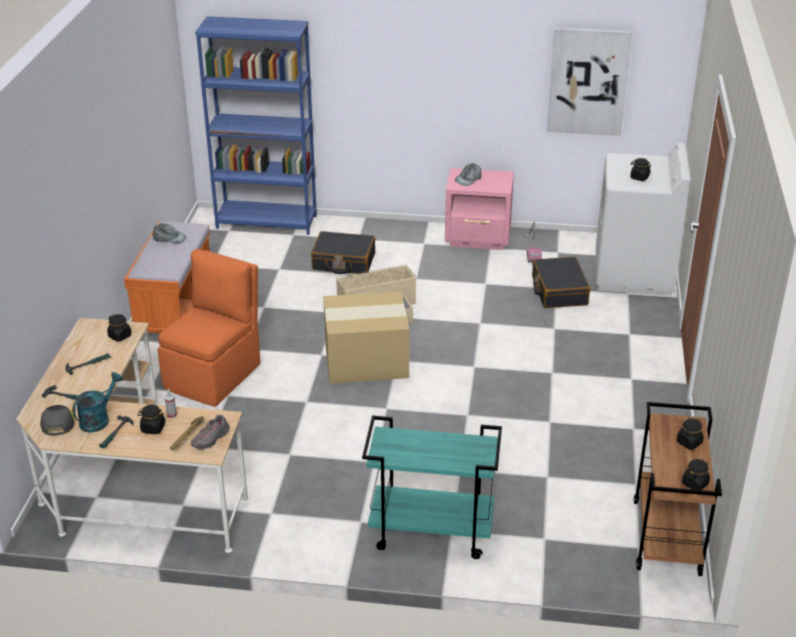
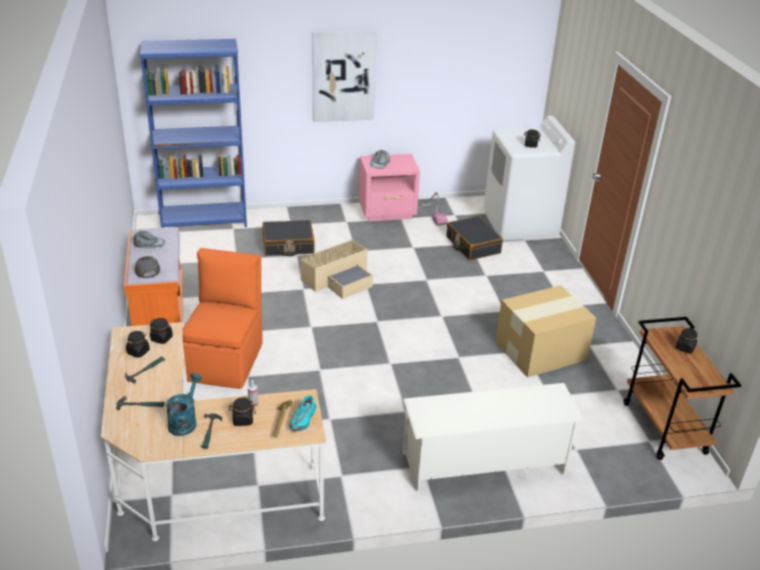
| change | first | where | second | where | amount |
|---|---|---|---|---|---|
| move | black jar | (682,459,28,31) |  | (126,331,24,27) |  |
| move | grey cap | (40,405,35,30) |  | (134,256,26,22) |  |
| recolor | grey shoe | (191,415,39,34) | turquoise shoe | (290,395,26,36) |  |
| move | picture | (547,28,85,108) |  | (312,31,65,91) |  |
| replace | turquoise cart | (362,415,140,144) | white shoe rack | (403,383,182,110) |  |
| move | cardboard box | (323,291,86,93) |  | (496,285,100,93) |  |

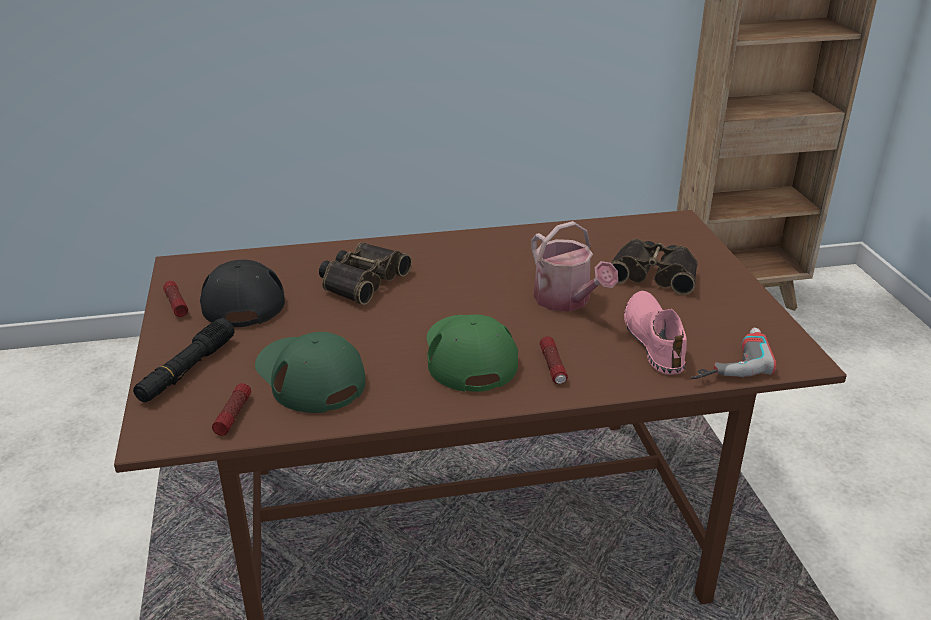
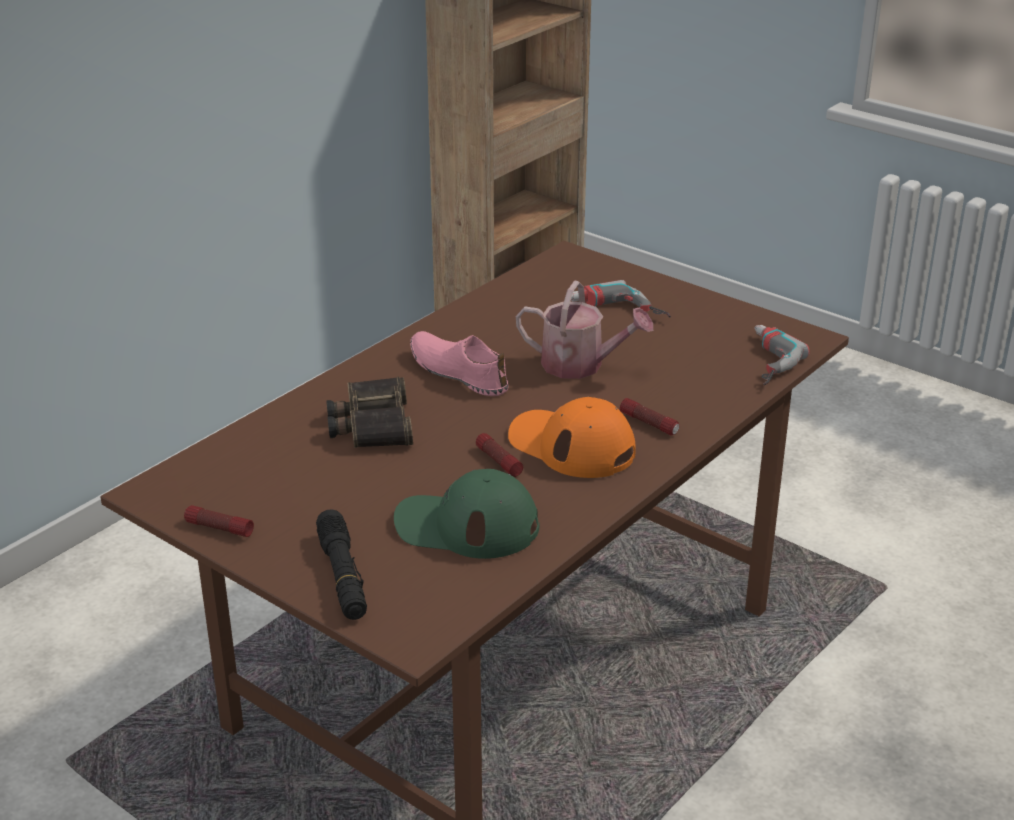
| change | first | where | second | where | amount |
|---|---|---|---|---|---|
| move | pink shoe | (624,291,63,84) |  | (410,331,99,65) |  |
| move | flashlight | (212,383,39,53) |  | (476,433,47,44) |  |
| recolor | green cap | (427,314,91,78) | orange cap | (508,397,128,81) |  |
| replace | binoculars | (611,239,87,56) | power drill | (571,280,100,38) |  |
| delete | black cap | (200,260,85,67) |  |  |  |

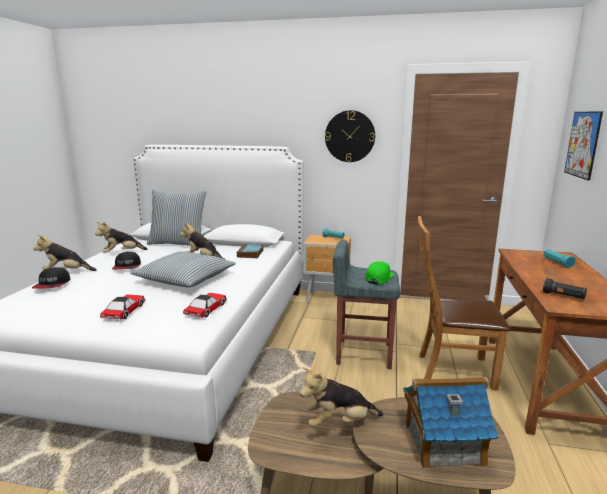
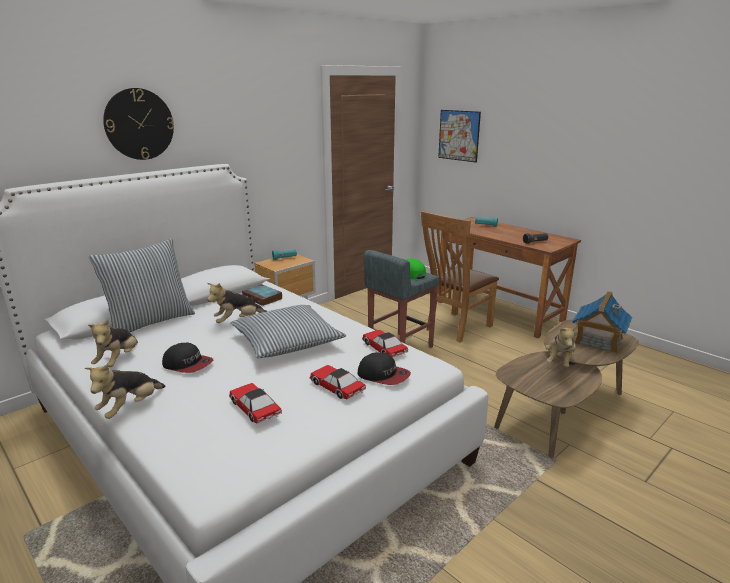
| change | first | where | second | where | amount |
|---|---|---|---|---|---|
| move | wall clock | (325,110,50,52) |  | (103,88,71,72) |  |
| insert |  |  | toy car | (229,383,53,41) |  |
| move | cap | (32,267,38,22) |  | (358,352,53,33) |  |

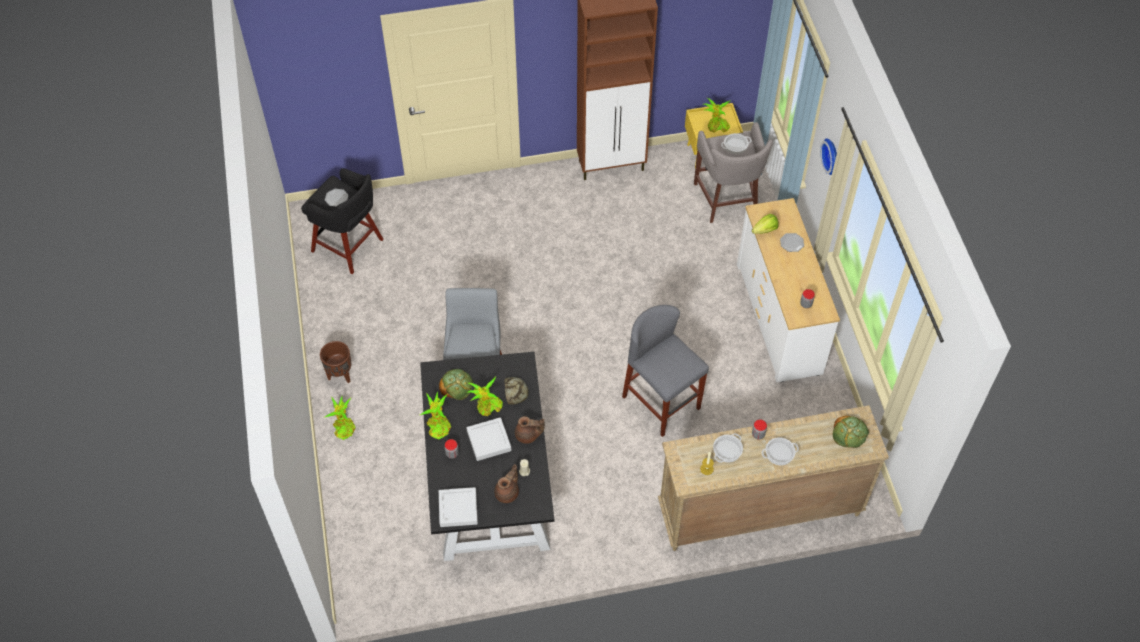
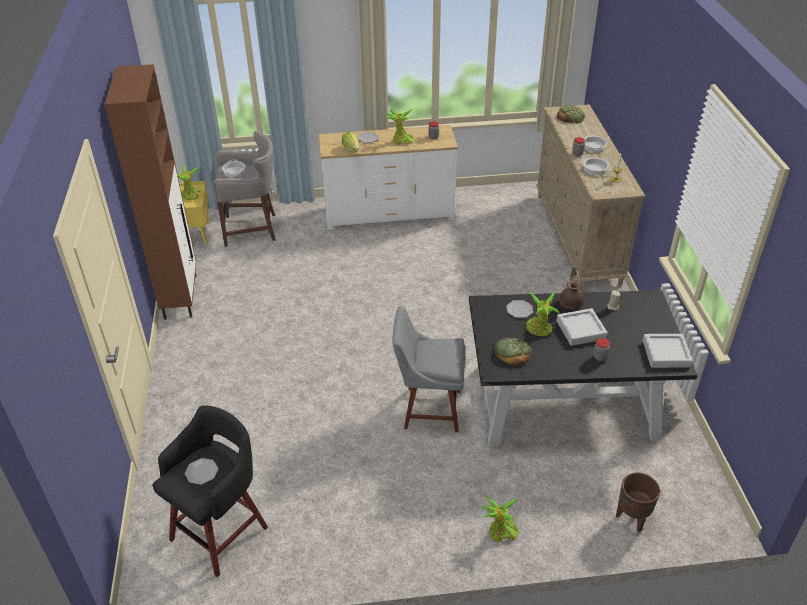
| change | first | where | second | where | amount |
|---|---|---|---|---|---|
| move | potted plant | (420,391,31,49) |  | (385,109,30,36) |  |
| replace | bread | (504,377,25,28) | plate | (506,300,27,18) |  |
| move | brown planter | (320,341,31,42) |  | (616,472,44,60) |  |
| delete | brown teapot | (494,464,25,39) |  |  |  |
| delete | grey stool | (622,305,87,132) |  |  |  |
| delete | wall clock | (820,138,17,37) |  |  |  |

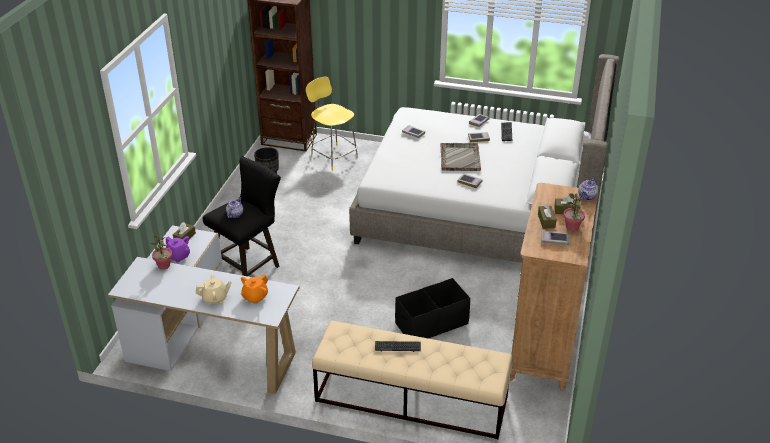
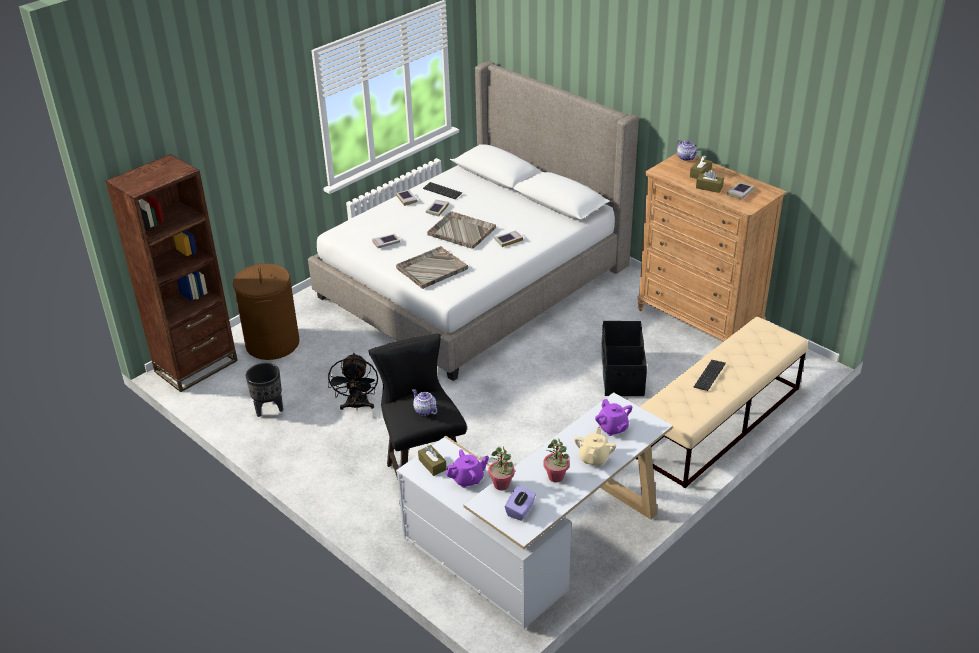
| change | first | where | second | where | amount |
|---|---|---|---|---|---|
| replace | yellow stool | (306,77,52,94) | brown laundry basket | (233,263,66,97) |  |
| insert |  |  | black fan | (328,353,50,58) |  |
| insert |  |  | grey tray | (396,246,72,43) |  |
| insert |  |  | purple tissue box | (505,485,31,36) |  |
| move | potted plant | (563,193,22,38) |  | (543,439,26,43) |  |
| recolor | orange teapot | (241,274,27,30) | purple teapot | (595,399,37,37) |  |

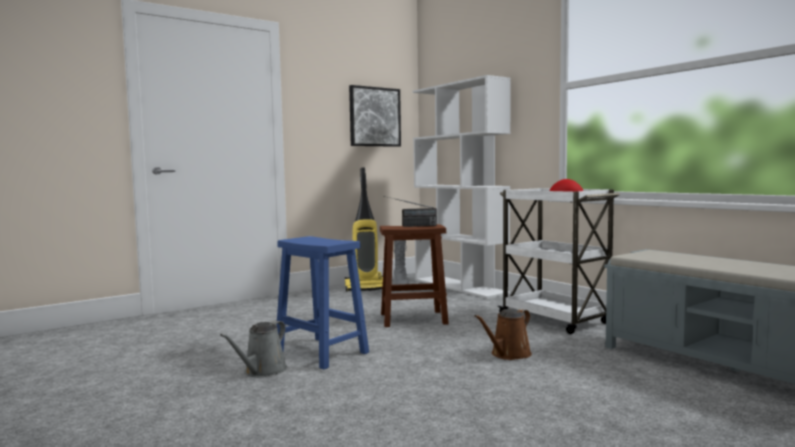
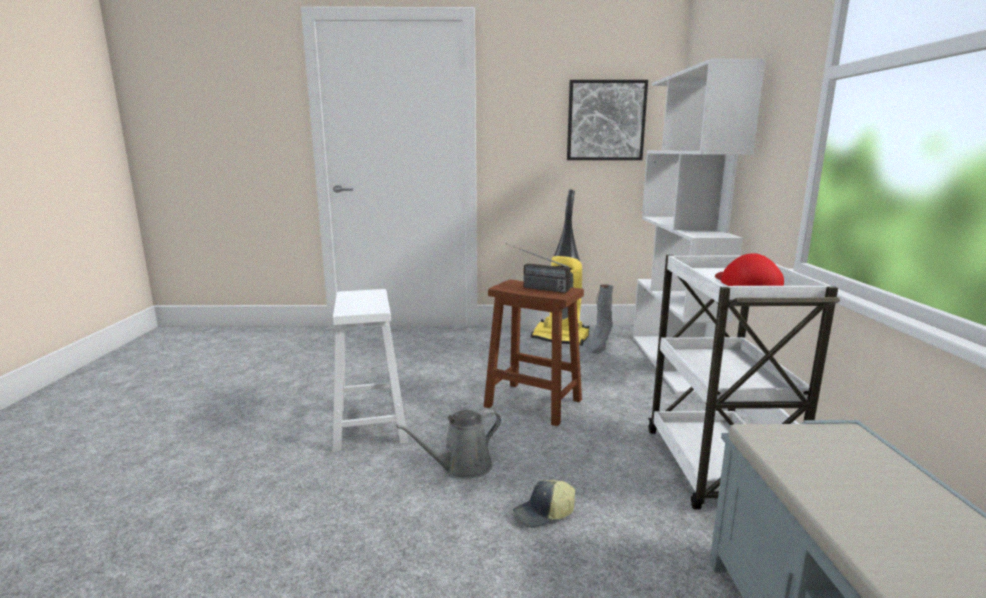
| change | first | where | second | where | amount |
|---|---|---|---|---|---|
| recolor | blue stool | (276,236,93,133) | white stool | (333,289,75,163) |  |
| move | grey watering can | (220,321,67,56) |  | (396,409,105,69) |  |
| replace | brown watering can | (474,309,58,51) | cap | (513,480,62,48) |  |

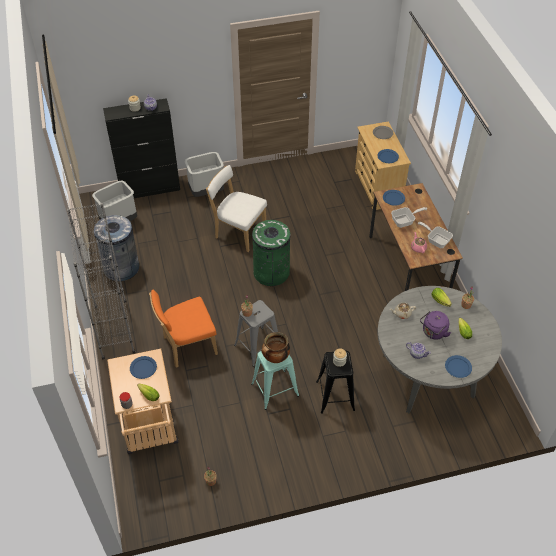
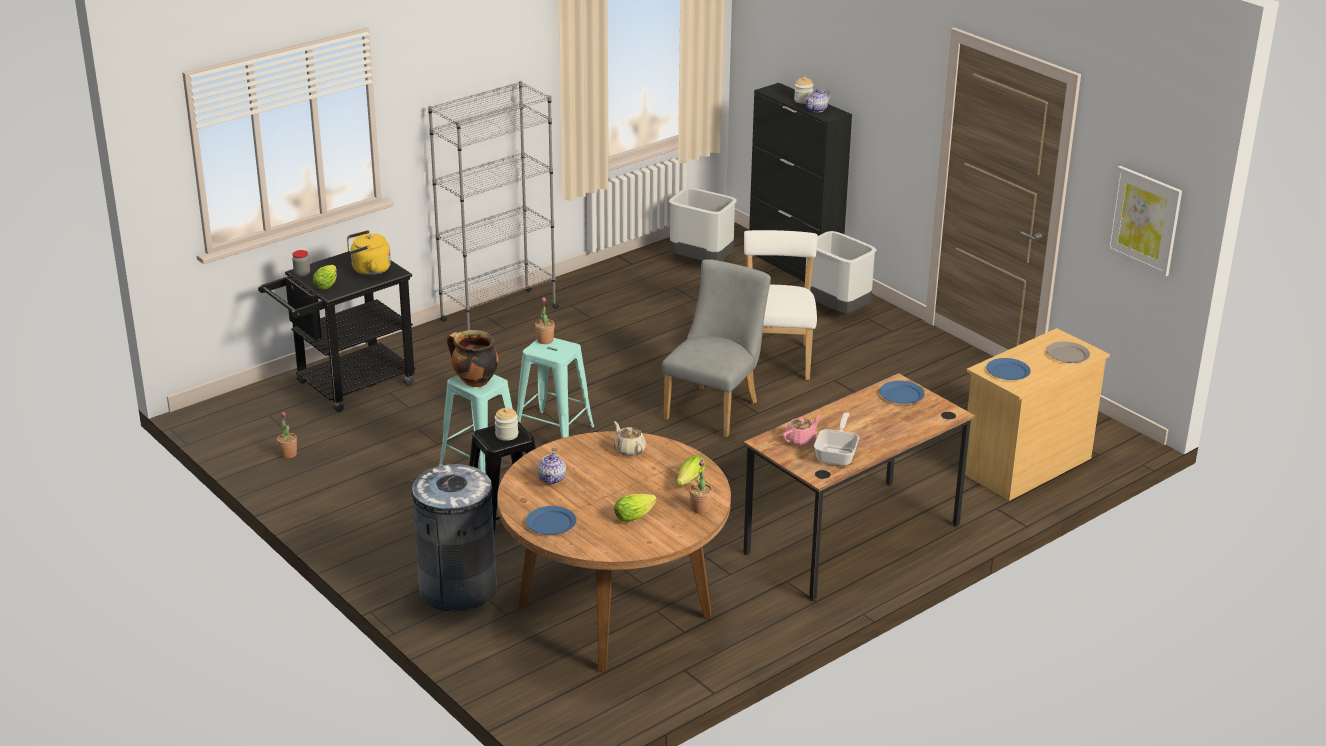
| change | first | where | second | where | amount |
|---|---|---|---|---|---|
| recolor | beige cart | (107,349,71,105) | black cart | (258,252,158,160) |  |
| replace | blue plate | (130,356,27,23) | yellow kettle | (347,230,44,46) |  |
| move | grey trash can | (94,215,45,66) |  | (411,464,86,147) |  |
| recolor | grey dining table | (377,286,125,128) | brown dining table | (497,431,234,241) |  |
| recolor | grey stool | (234,300,44,67) | turquoise stool | (517,338,78,100) |  |
| replace | green trash can | (252,220,39,66) | grey chair | (662,259,109,178) |  |
| insert |  |  | picture | (1106,166,76,111) |  |
| delete | orange chair | (149,289,69,79) |  |  |  |
| delete | frying pan | (391,207,36,21) |  |  |  |
| delete | purple kettle | (420,311,31,28) |  |  |  |

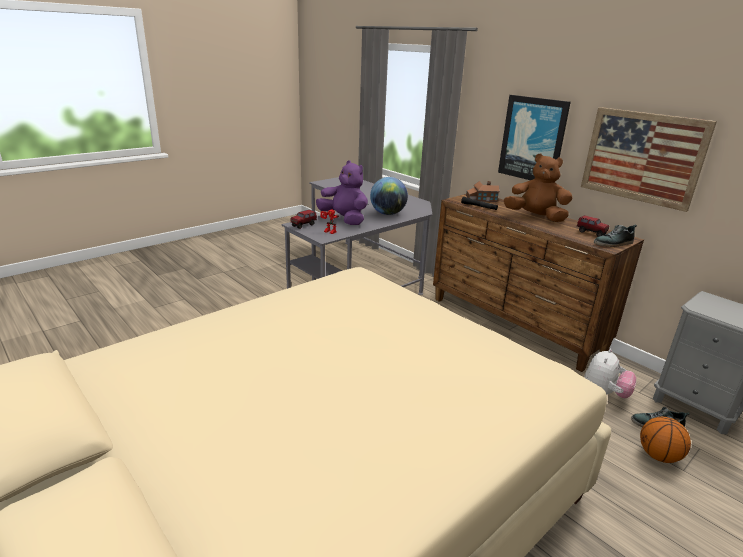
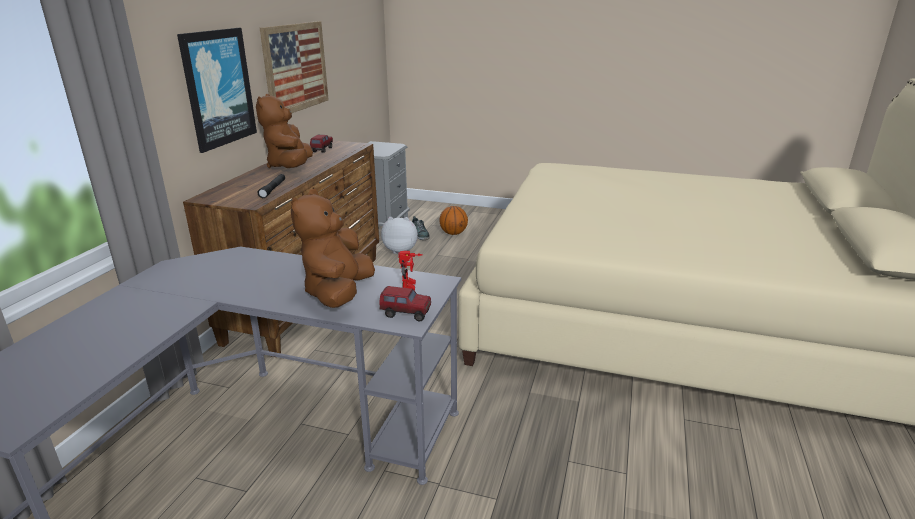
| change | first | where | second | where | amount |
|---|---|---|---|---|---|
| recolor | purple plush toy | (316,161,52,64) | brown plush toy | (291,189,84,119) |  |
| delete | globe | (370,177,38,38) |  |  |  |
| delete | toy house | (466,181,34,21) |  |  |  |
| delete | shoe | (594,225,43,22) |  |  |  |

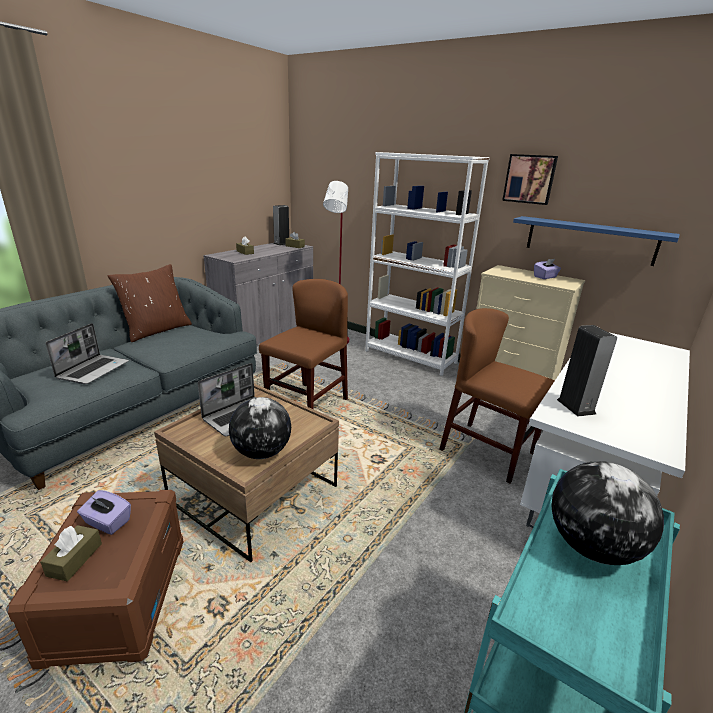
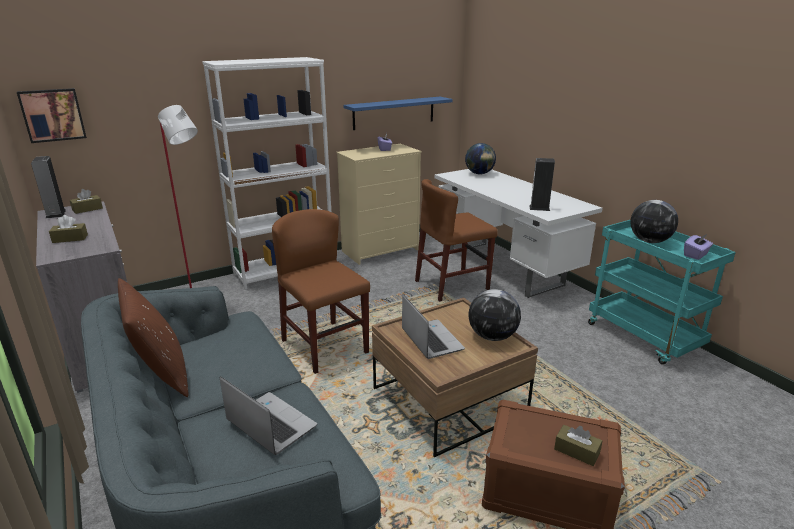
| change | first | where | second | where | amount |
|---|---|---|---|---|---|
| move | picture | (502,154,56,51) |  | (17,88,70,55) |  |
| insert |  |  | globe | (465,143,31,32) |  |
| move | purple tissue box | (77,490,54,45) |  | (684,234,29,26) |  |

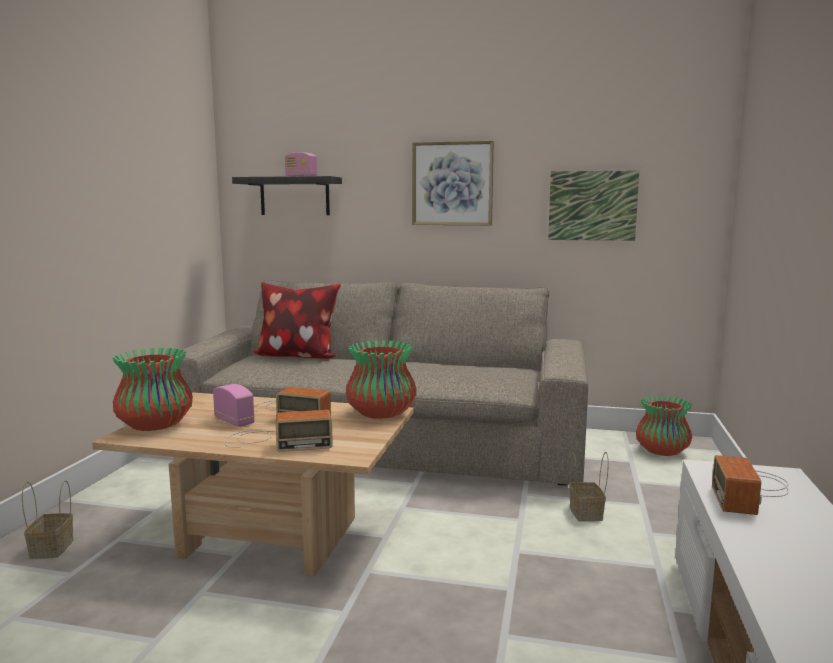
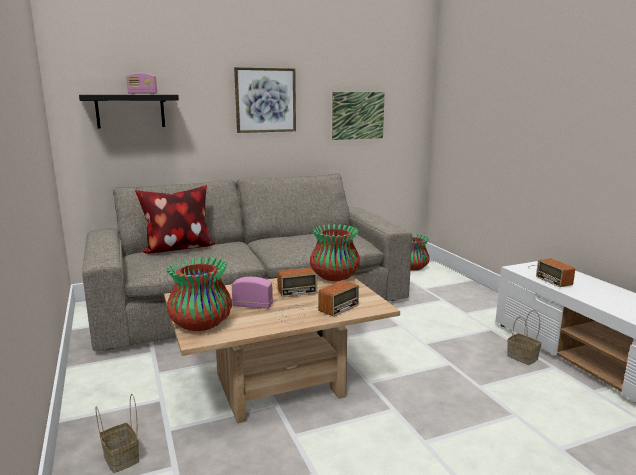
| change | first | where | second | where | amount |
|---|---|---|---|---|---|
| move | basket | (569,452,40,70) |  | (507,310,34,55) |  |

